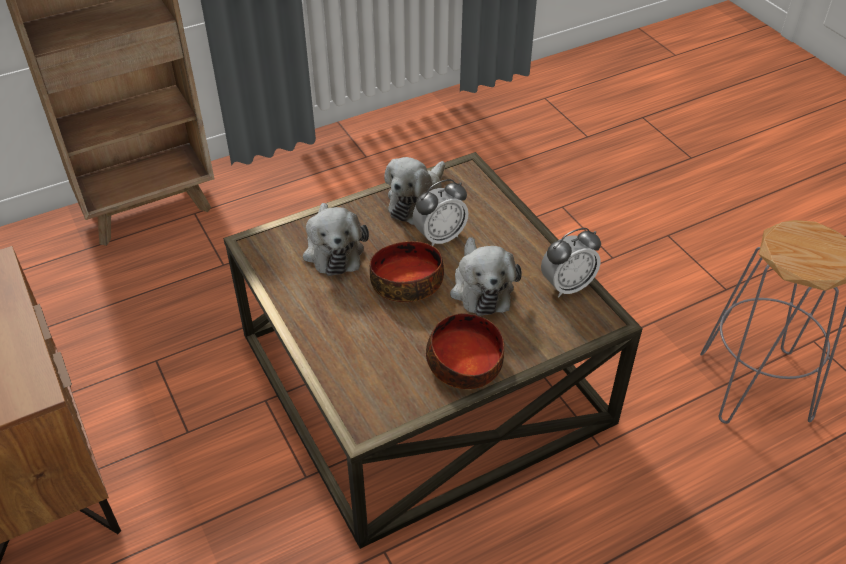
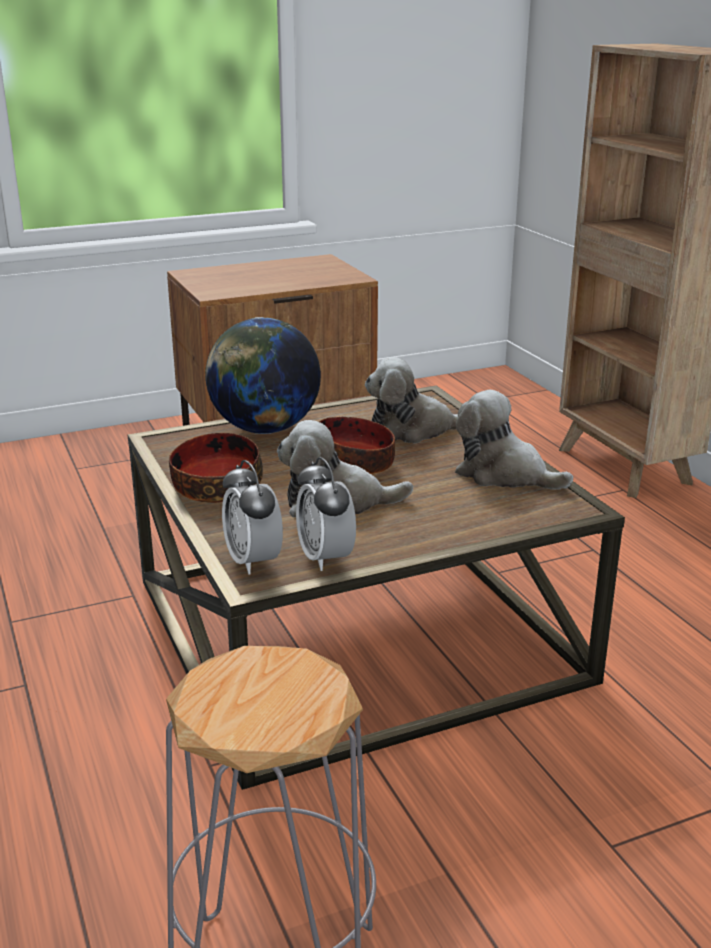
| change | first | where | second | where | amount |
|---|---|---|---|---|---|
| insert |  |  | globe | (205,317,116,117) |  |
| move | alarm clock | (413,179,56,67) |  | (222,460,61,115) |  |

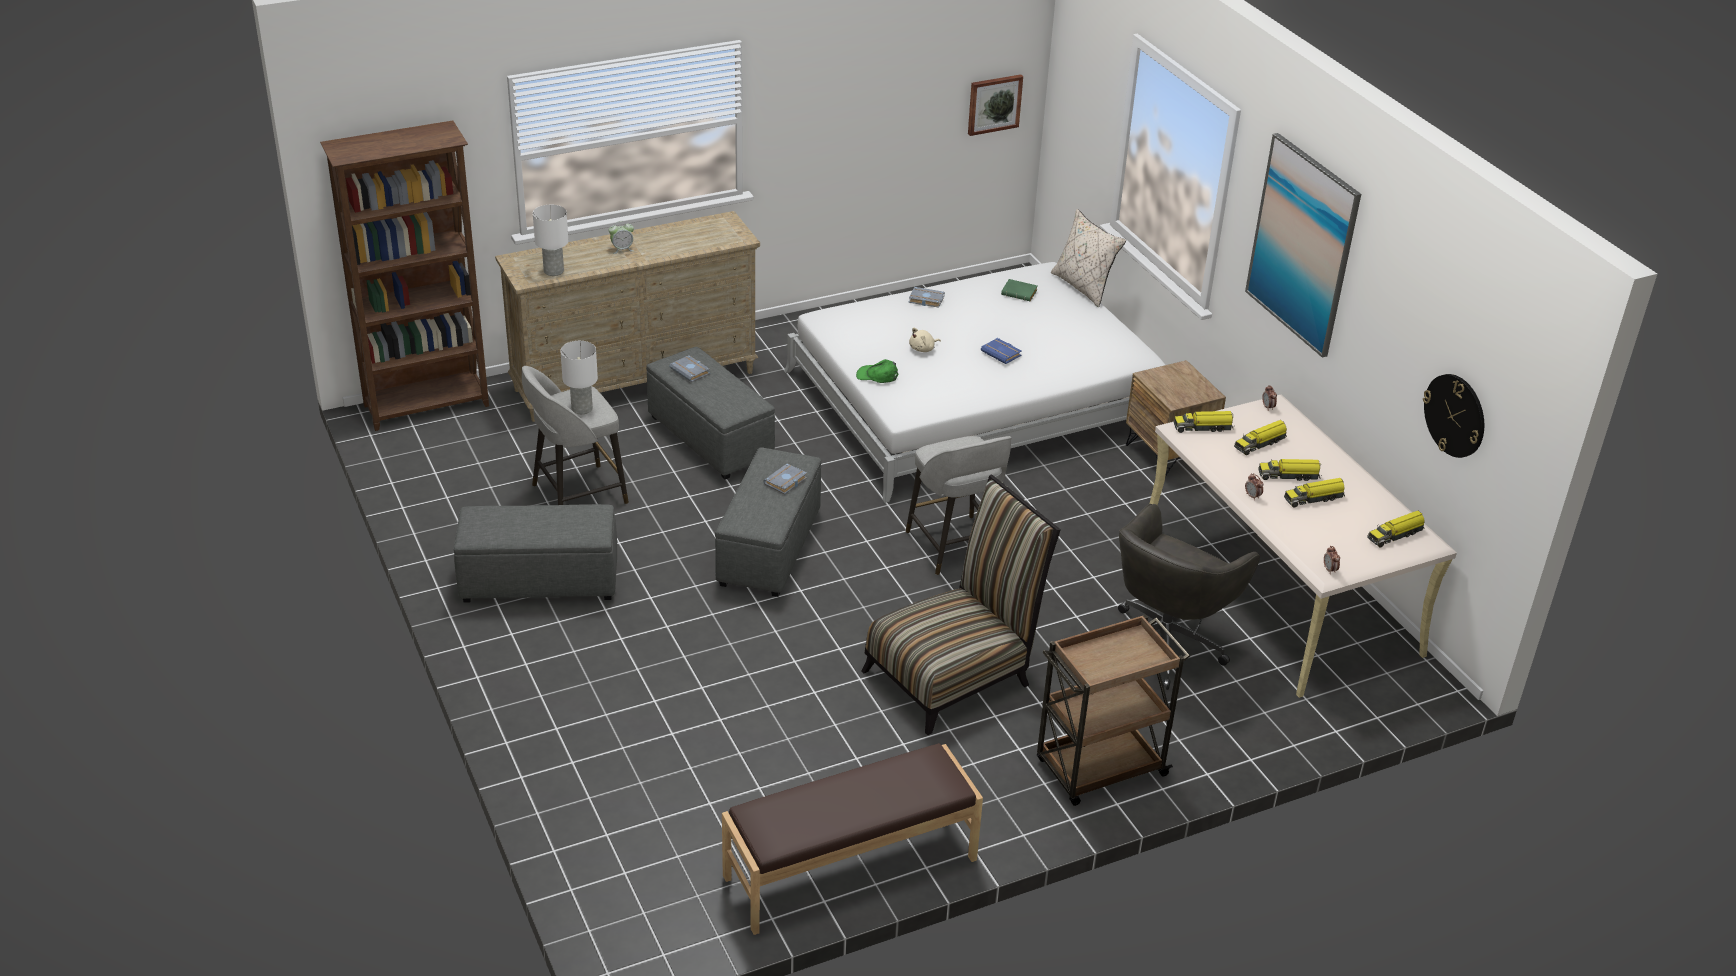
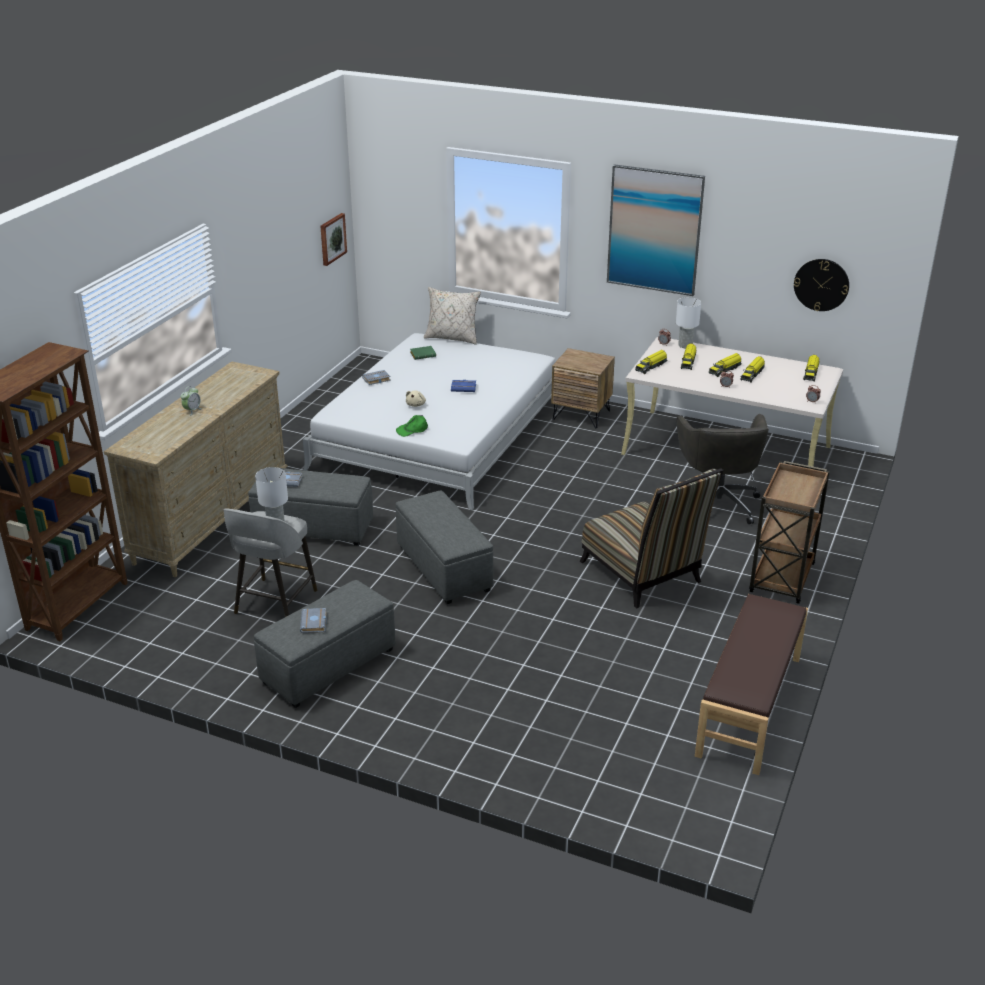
| change | first | where | second | where | amount |
|---|---|---|---|---|---|
| move | grey book | (763,463,44,31) |  | (300,608,27,25) |  |
| rotate | chair | (861,474,200,261) |  | (580,468,143,140) | 135 degrees clockwise |
| move | white table lamp | (533,205,35,71) |  | (676,297,25,51) |  |
| delete | grey stool | (906,436,105,139) |  |  |  |

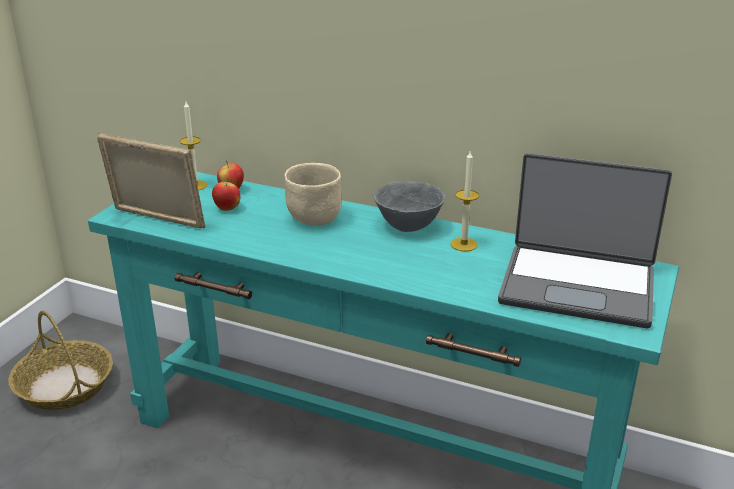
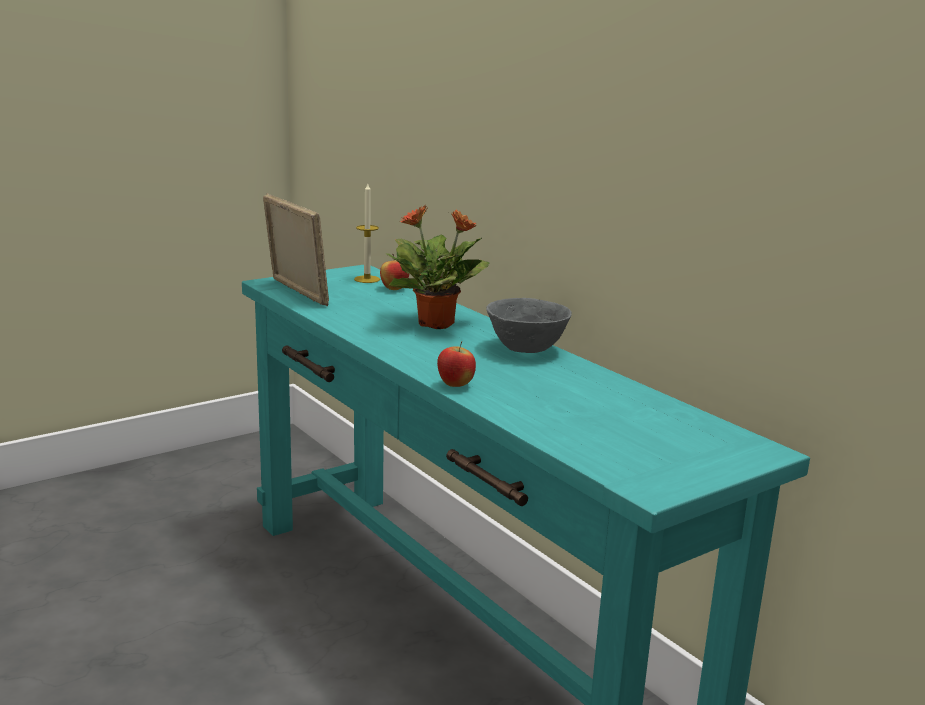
| change | first | where | second | where | amount |
|---|---|---|---|---|---|
| replace | beige bowl | (284,163,57,63) | potted plant | (386,205,104,124) |  |
| move | apple | (212,178,28,33) |  | (437,341,39,46) |  |
| delete | basket | (8,310,105,100) |  |  |  |
| delete | candle | (451,151,28,100) |  |  |  |
| delete | laptop | (498,153,174,175) |  |  |  |

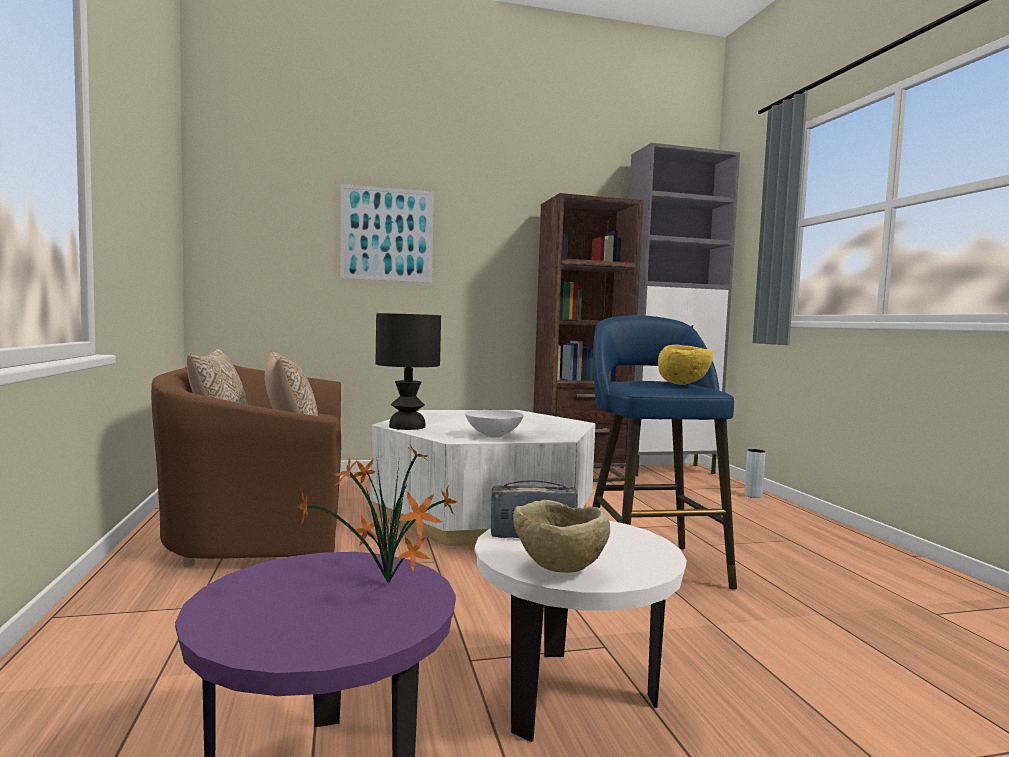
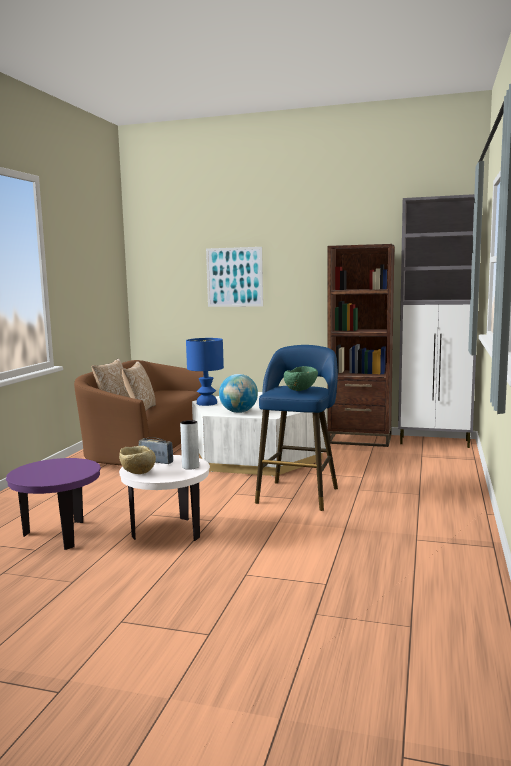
| change | first | where | second | where | amount |
|---|---|---|---|---|---|
| move | grey vase | (744,449,22,49) |  | (180,420,19,50) |  |
| recolor | black table lamp | (376,313,65,117) | blue table lamp | (186,338,38,68) |  |
| replace | white bowl | (465,410,59,28) | globe | (219,374,39,39) |  |
| recolor | yellow bowl | (658,345,55,40) | green bowl | (284,366,34,25) |  |
| delete | potted plant | (297,446,160,137) |  |  |  |

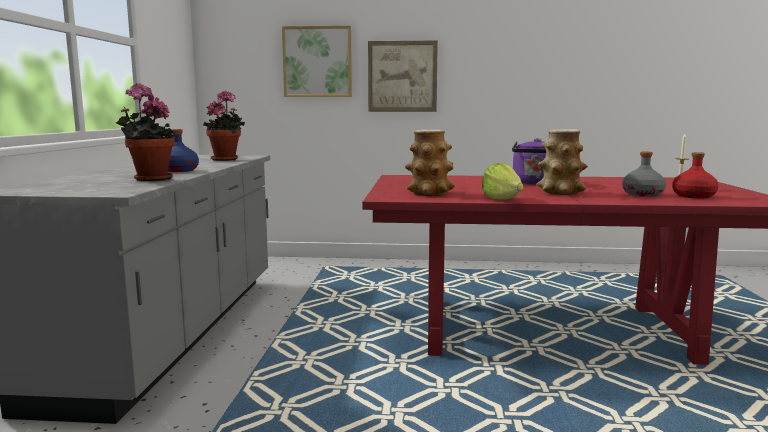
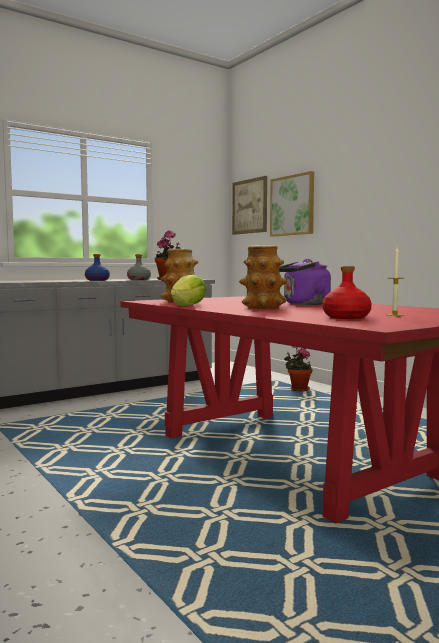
| change | first | where | second | where | amount |
|---|---|---|---|---|---|
| move | grey bottle | (622,151,44,46) |  | (127,254,24,26) |  |
| move | picture | (368,40,70,72) |  | (232,176,35,59) |  |
| move | potted plant | (116,83,59,98) |  | (284,346,28,45) |  |

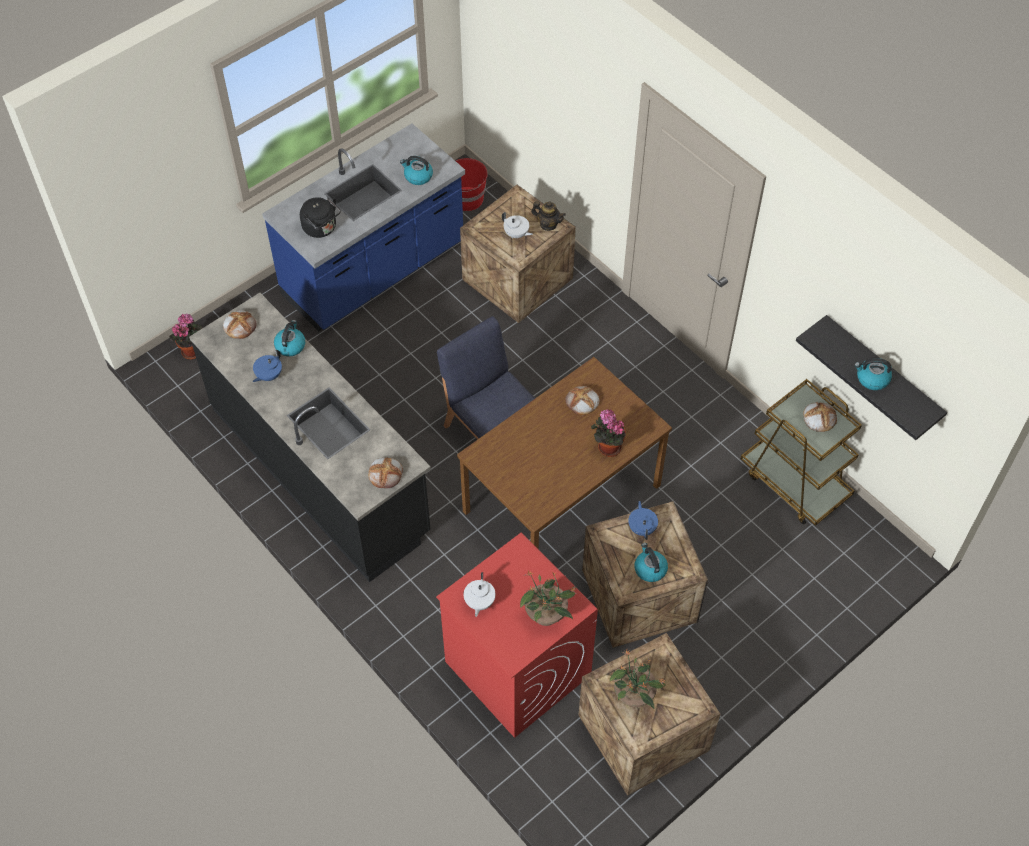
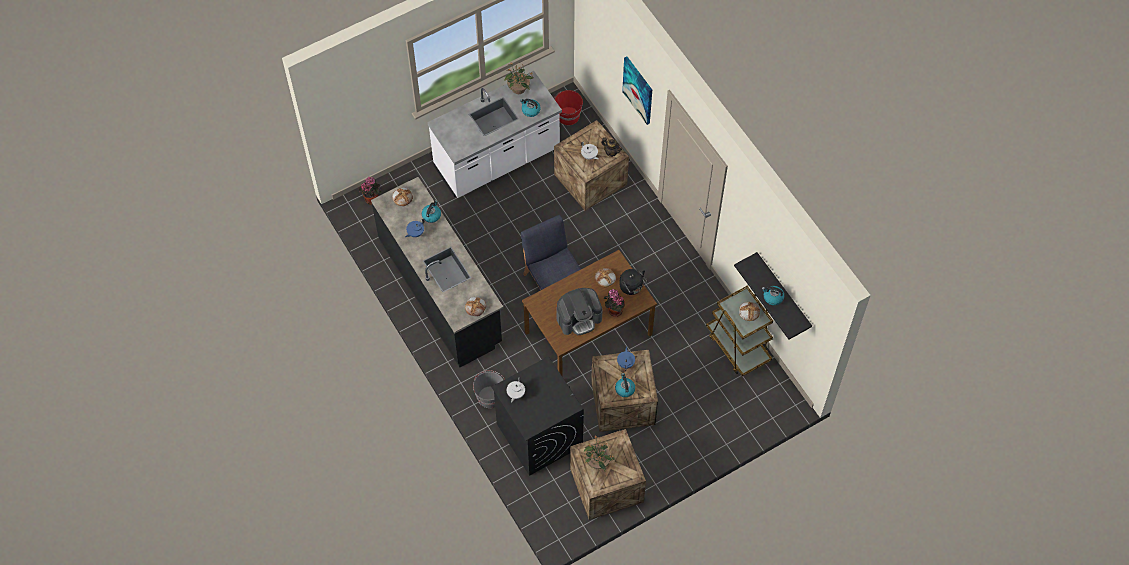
| change | first | where | second | where | amount |
|---|---|---|---|---|---|
| recolor | blue counter | (262,123,203,209) | white counter | (427,71,135,127) |  |
| insert |  |  | grey bucket | (473,370,32,38) |  |
| recolor | red washing machine | (436,532,162,206) | black washing machine | (492,356,92,120) |  |
| move | potted plant | (520,570,56,56) |  | (505,63,29,31) |  |
| insert |  |  | coffee machine | (556,288,46,47) |  |
| move | black kettle | (300,197,41,41) |  | (619,269,28,26) |  |
| insert |  |  | picture | (622,56,30,69) |  |

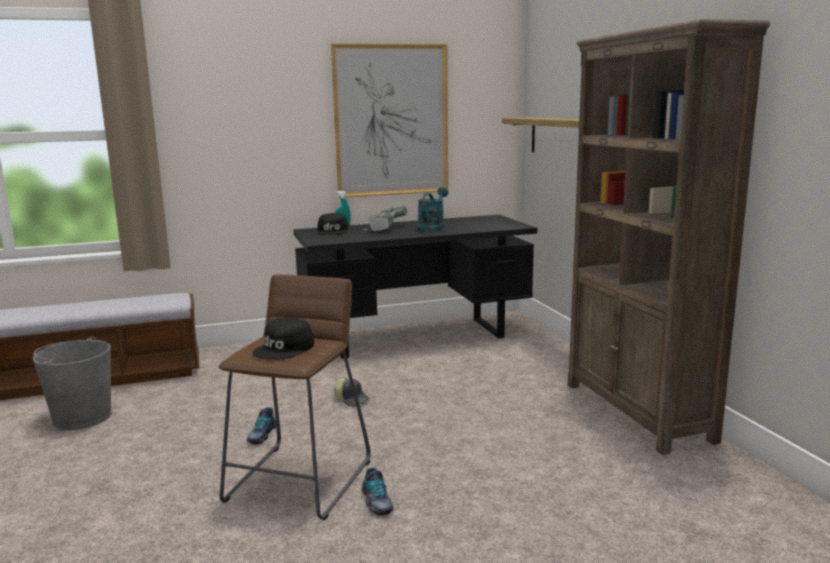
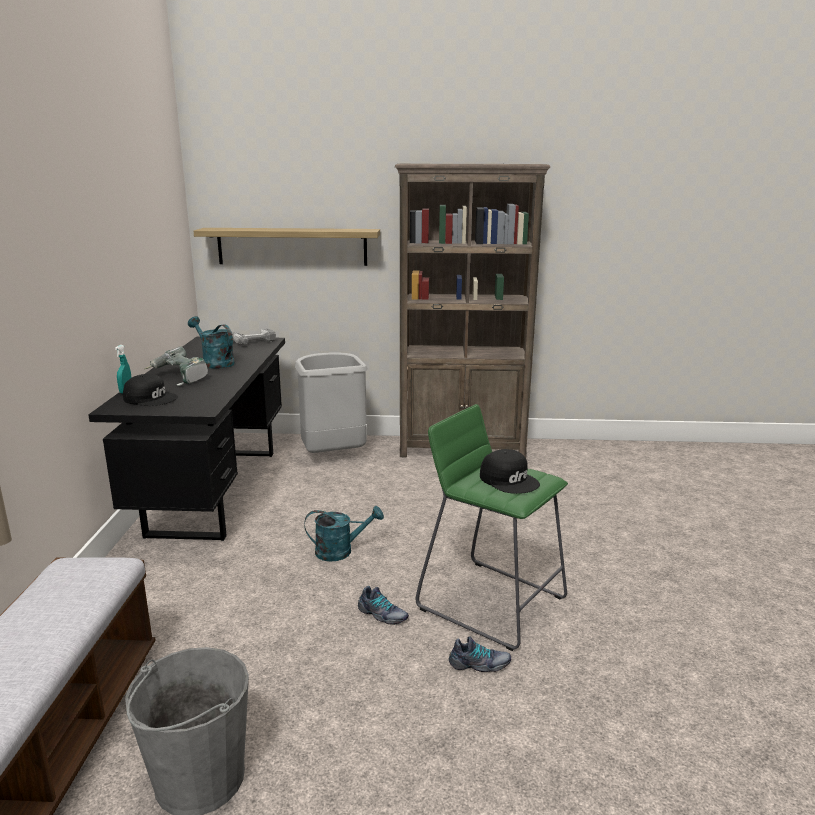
| change | first | where | second | where | amount |
|---|---|---|---|---|---|
| insert |  |  | power drill | (232,328,44,17) |  |
| insert |  |  | grey trash can | (295,352,73,101) |  |
| replace | cap | (334,378,36,29) | turquoise watering can | (304,506,80,55) |  |
| recolor | brown stool | (218,275,153,245) | green stool | (416,404,152,247) |  |
| move | shoe | (362,467,32,48) |  | (449,636,62,36) |  |
| delete | picture | (331,43,117,155) |  |  |  |

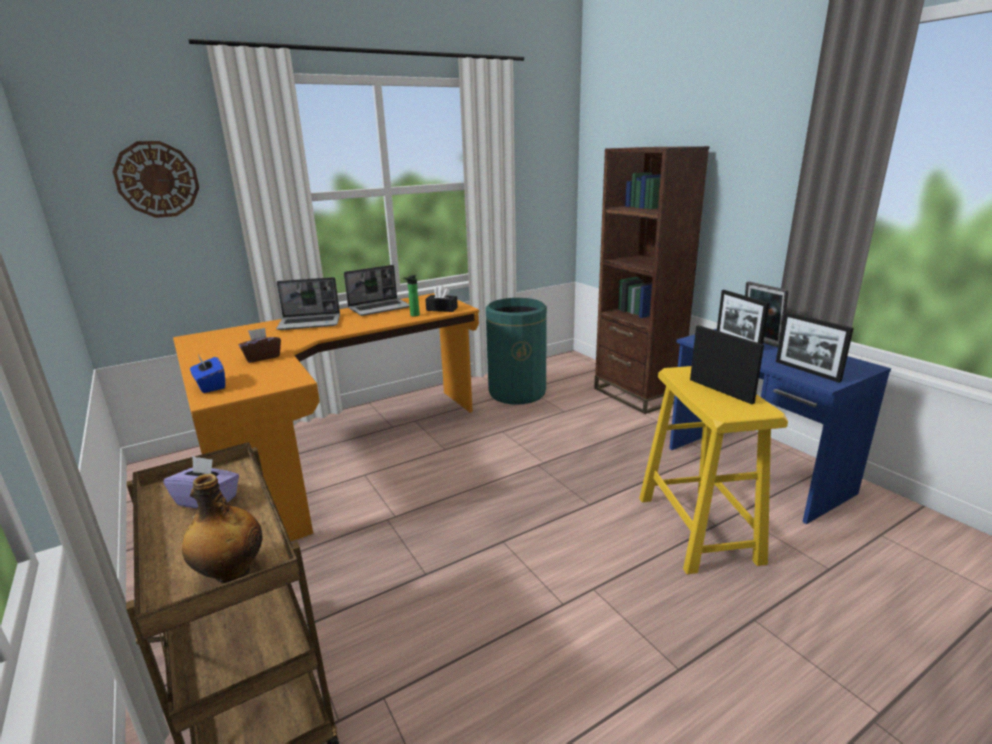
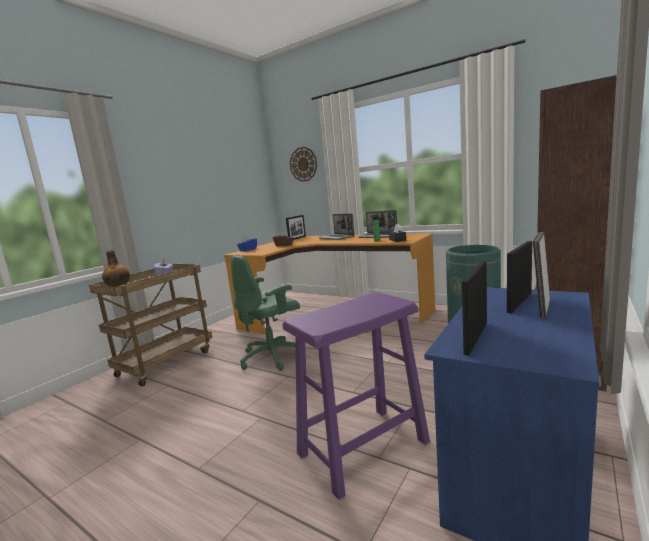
| change | first | where | second | where | amount |
|---|---|---|---|---|---|
| insert |  |  | green office chair | (230,255,70,116) |  |
| recolor | yellow stool | (639,366,149,208) | purple stool | (282,292,148,208) |  |
| move | picture frame | (690,325,74,79) |  | (286,215,20,25) |  |

